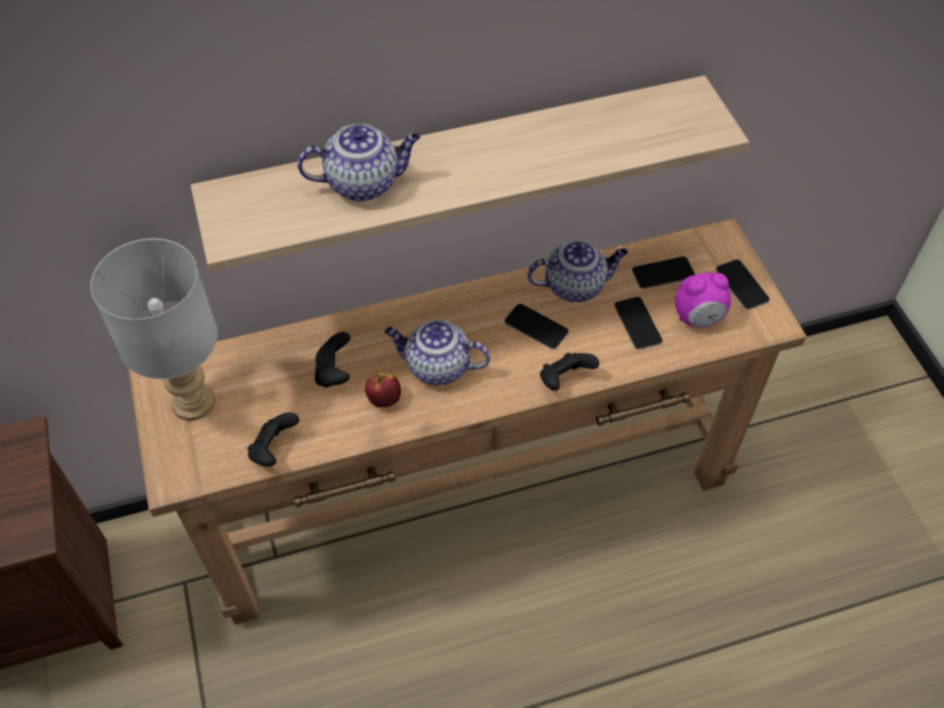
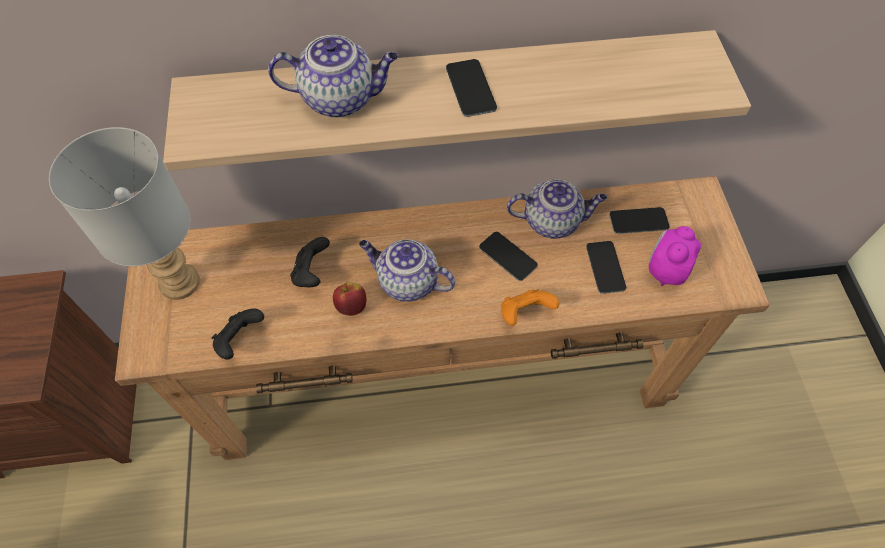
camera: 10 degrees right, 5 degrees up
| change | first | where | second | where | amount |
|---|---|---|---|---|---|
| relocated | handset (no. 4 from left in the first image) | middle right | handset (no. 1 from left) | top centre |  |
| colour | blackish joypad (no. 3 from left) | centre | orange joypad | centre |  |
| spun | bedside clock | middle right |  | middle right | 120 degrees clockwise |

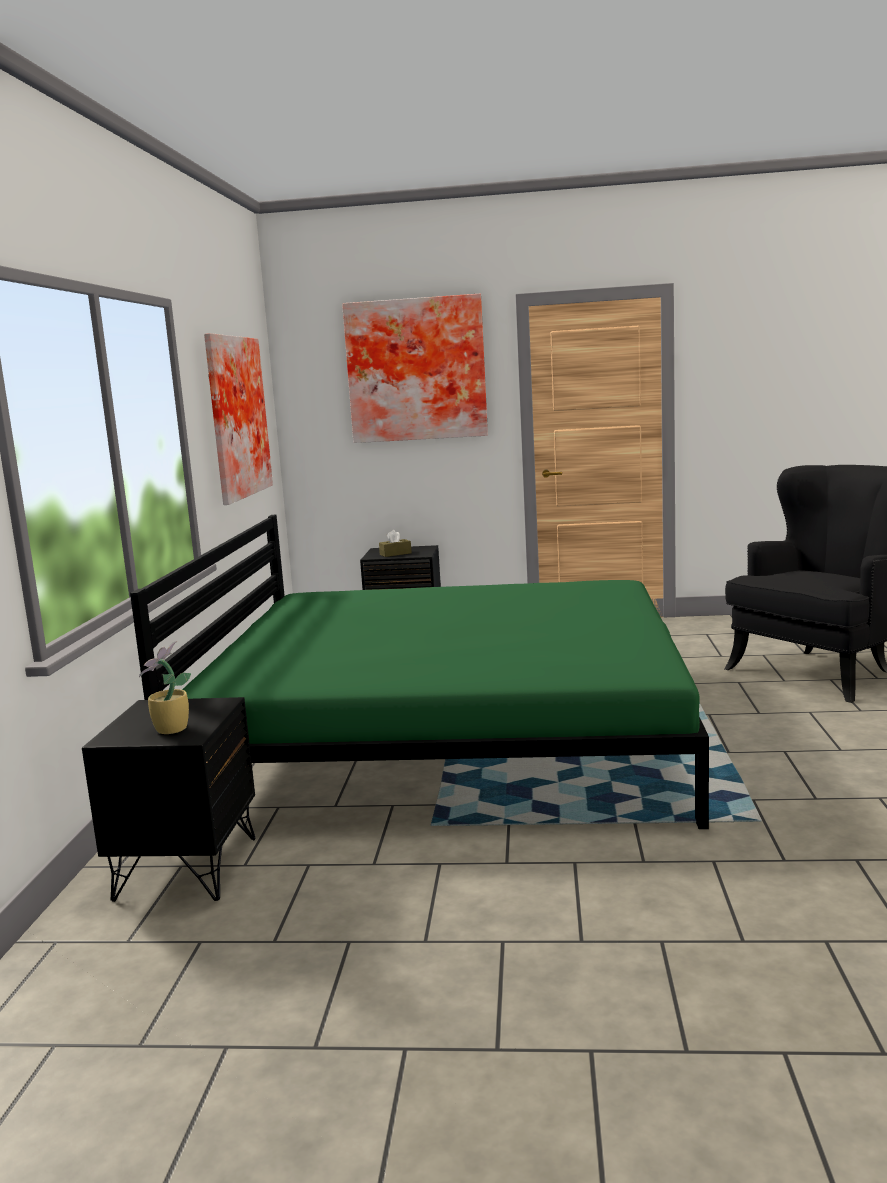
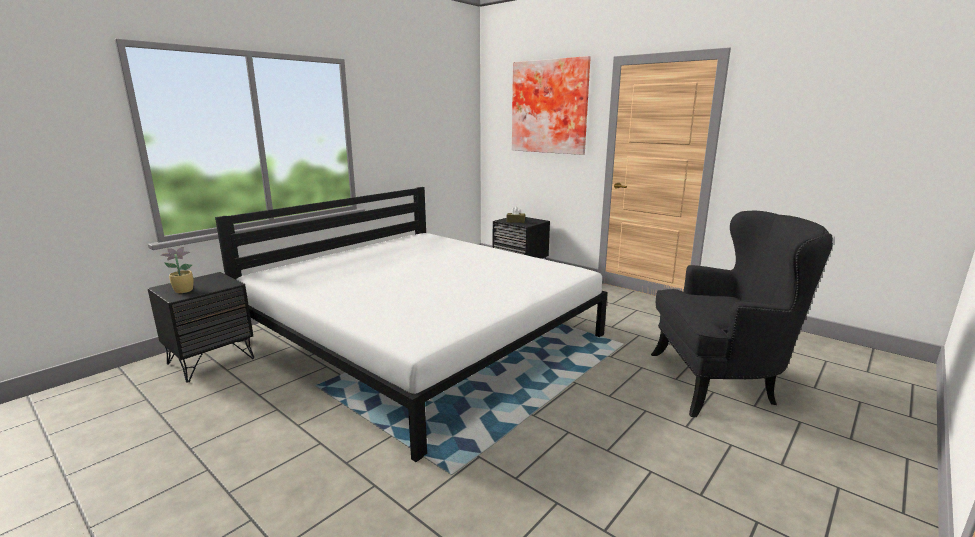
camera: 35 degrees right, 5 degrees up
| change | first | where | second | where | amount |
|---|---|---|---|---|---|
| colour | green bed | centre | white-coloured bed | centre |  |
| missing | picture (no. 1 from left) | middle left |  |  |  |

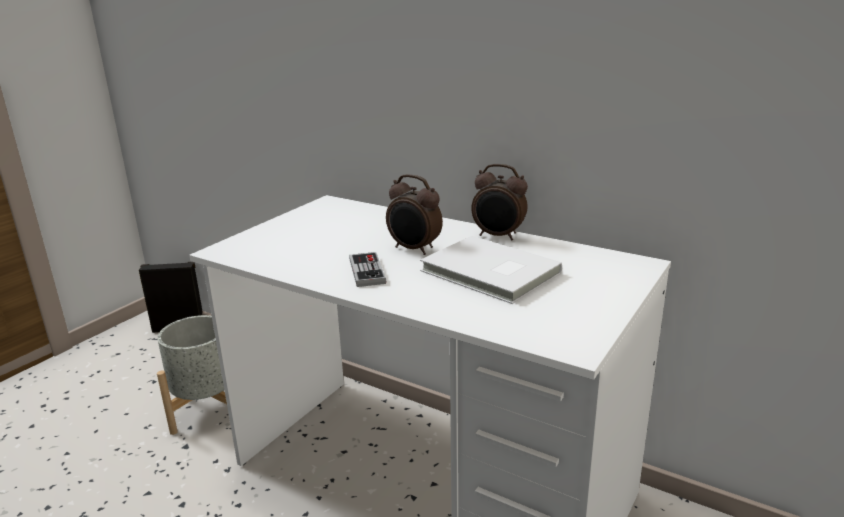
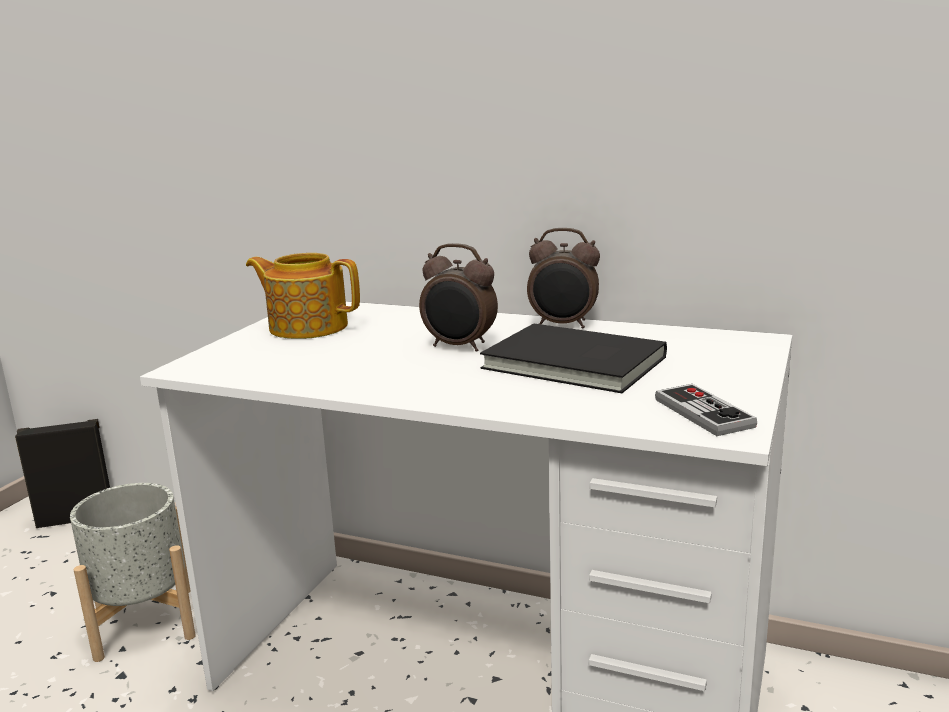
camera: 10 degrees left, 5 degrees down
| change | first | where | second | where | amount |
|---|---|---|---|---|---|
| appeared |  |  | teapot | middle left |  |
| colour | white-coloured book | centre | blackish book | centre |  |
| relocated | joypad | centre |  | middle right |  |

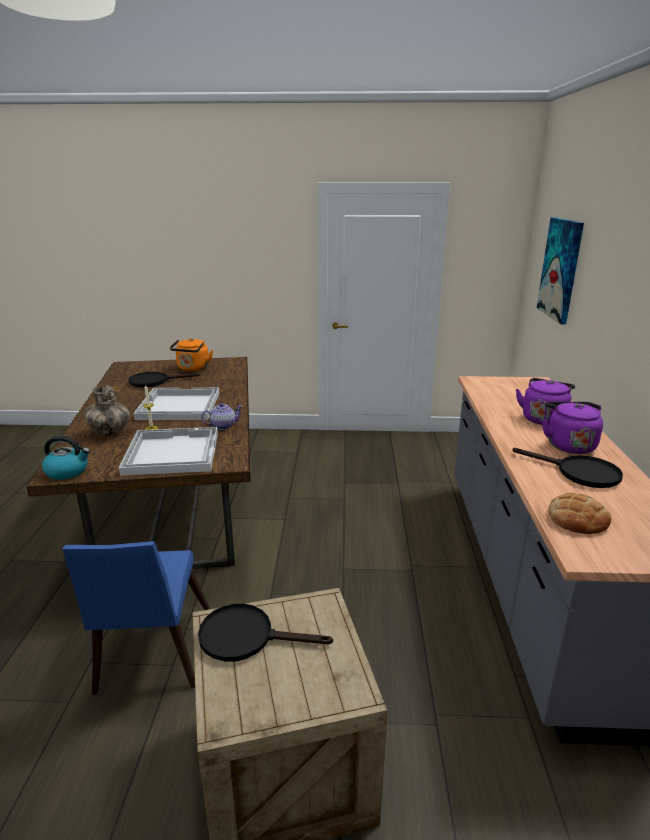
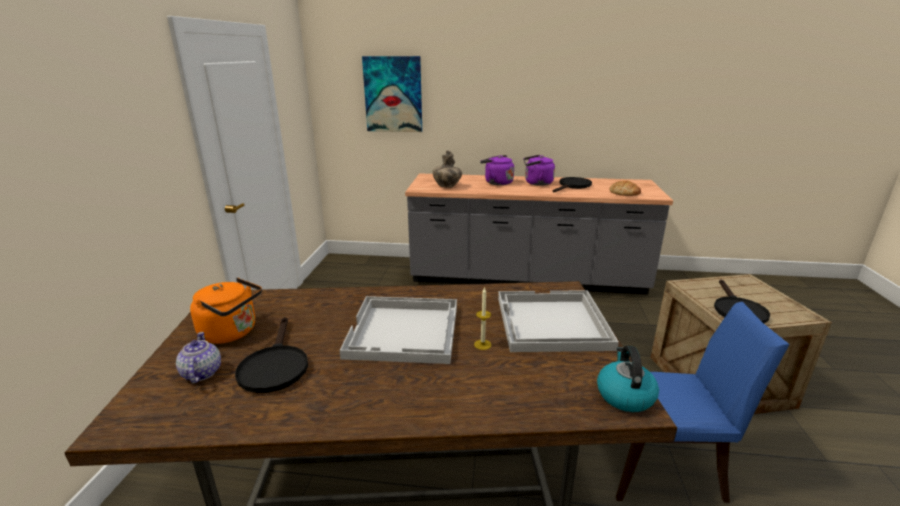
camera: 85 degrees left, 0 degrees up
| change | first | where | second | where | amount |
|---|---|---|---|---|---|
| relocated | teapot | centre |  | bottom left |  |
| relocated | flower vase | middle left |  | centre |  |

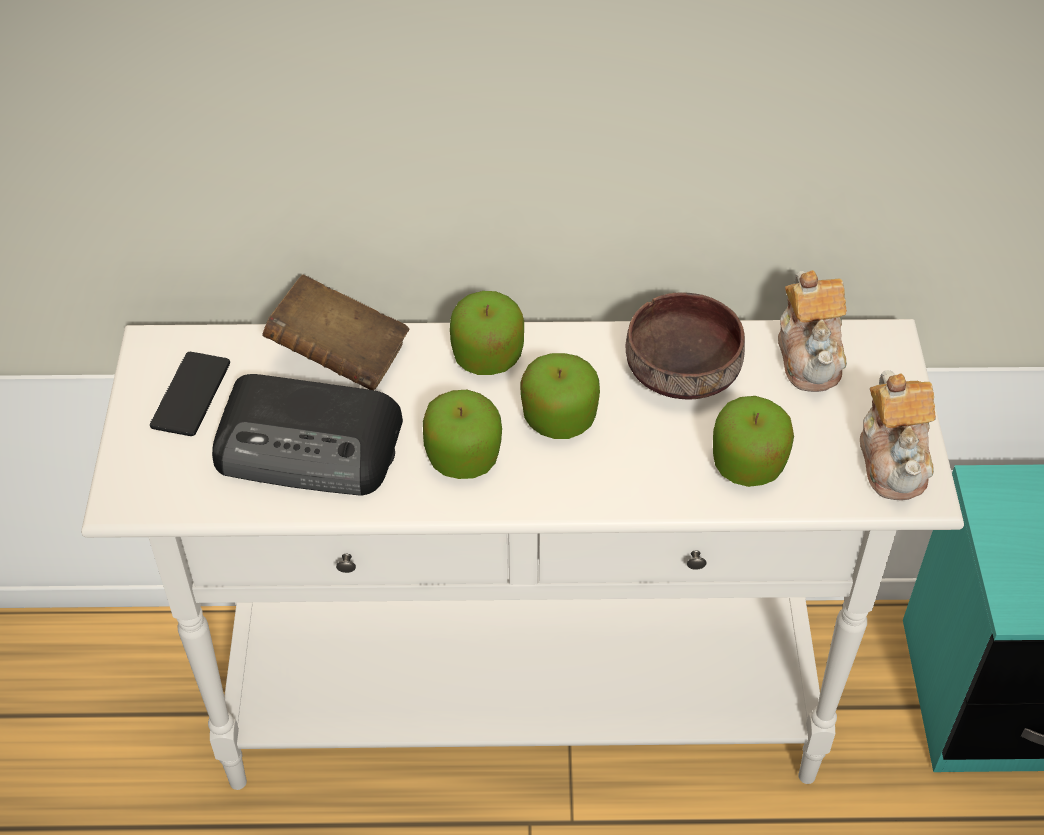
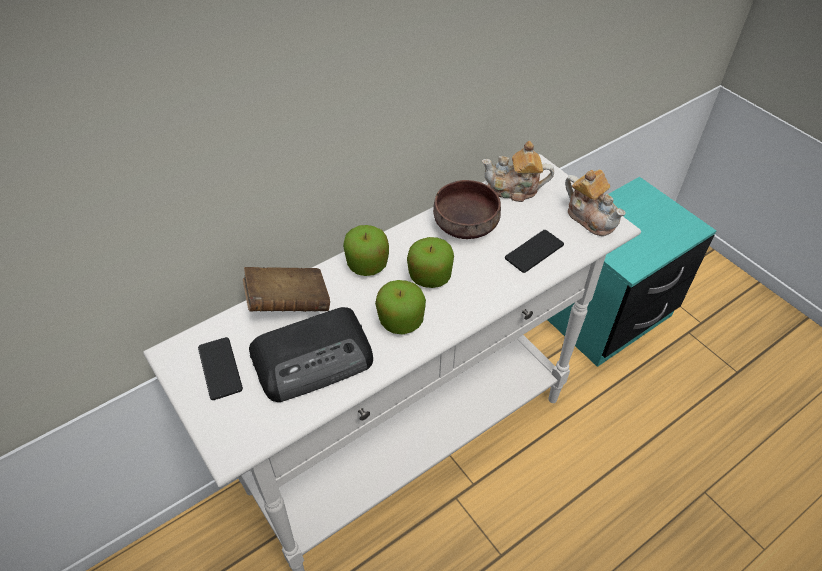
camera: 35 degrees left, 0 degrees up
| change | first | where | second | where | amount |
|---|---|---|---|---|---|
| spun | teapot (no. 1 from left) | middle right |  | top centre | 135 degrees clockwise |
| exchanged | apple (no. 4 from left) | middle right | handset (no. 2 from left) | centre |  |

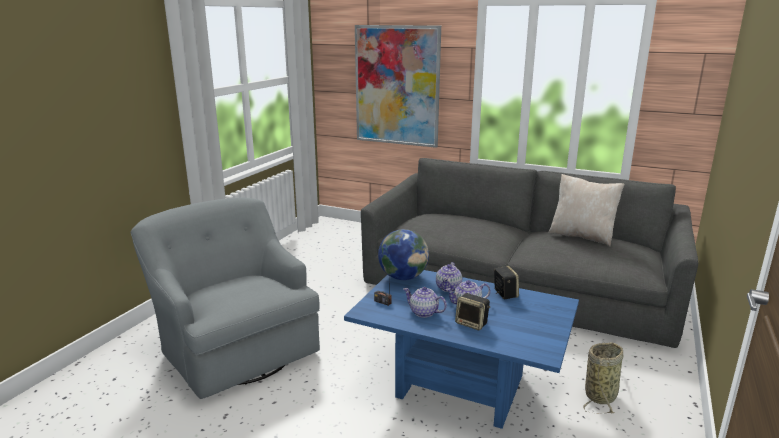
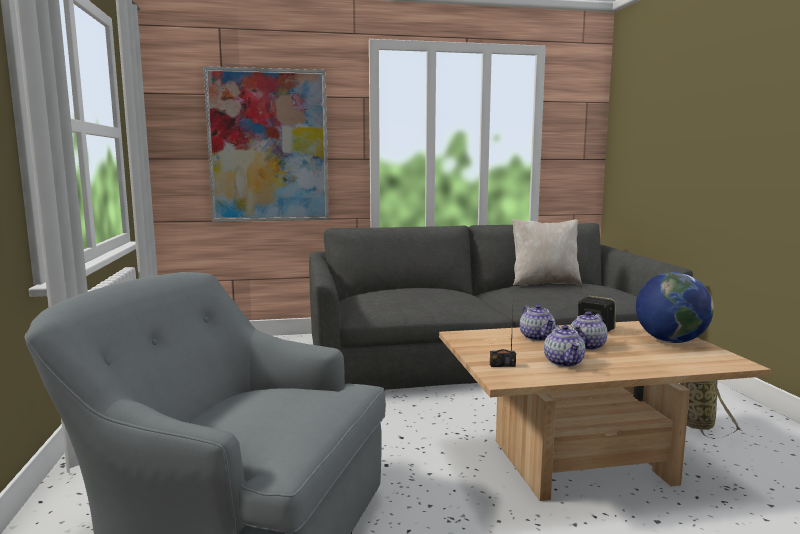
camera: 35 degrees left, 10 degrees down
| change | first | where | second | where | amount |
|---|---|---|---|---|---|
| colour | bluish coffee table | bottom centre | beige-coloured coffee table | bottom right |  |
| spun | teapot (no. 1 from left in the first image) | bottom centre | teapot (no. 2 from left) | middle right | 90 degrees counterclockwise |
| relocated | world globe | centre |  | middle right |  |
| missing | speaker (no. 1 from left) | bottom centre |  |  |  |

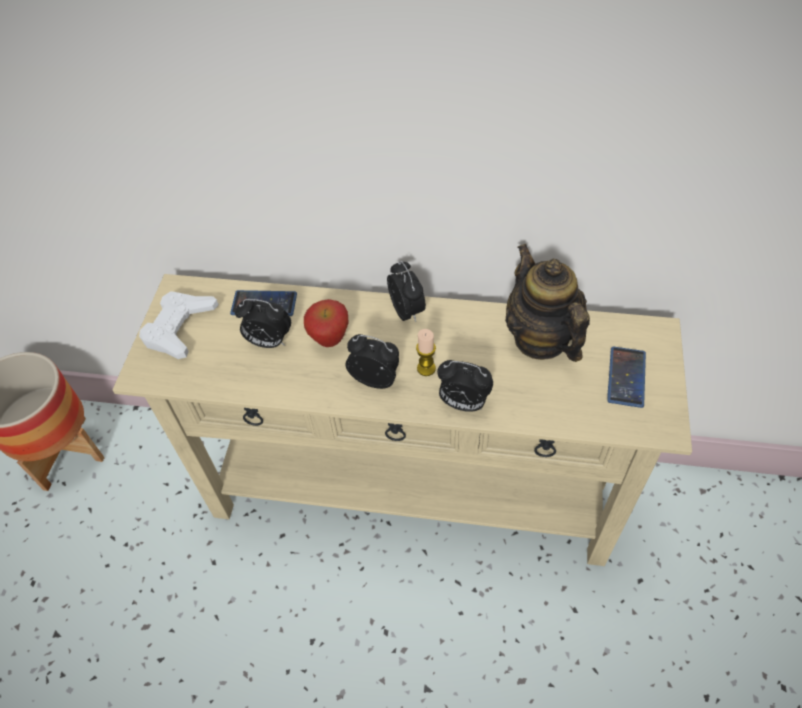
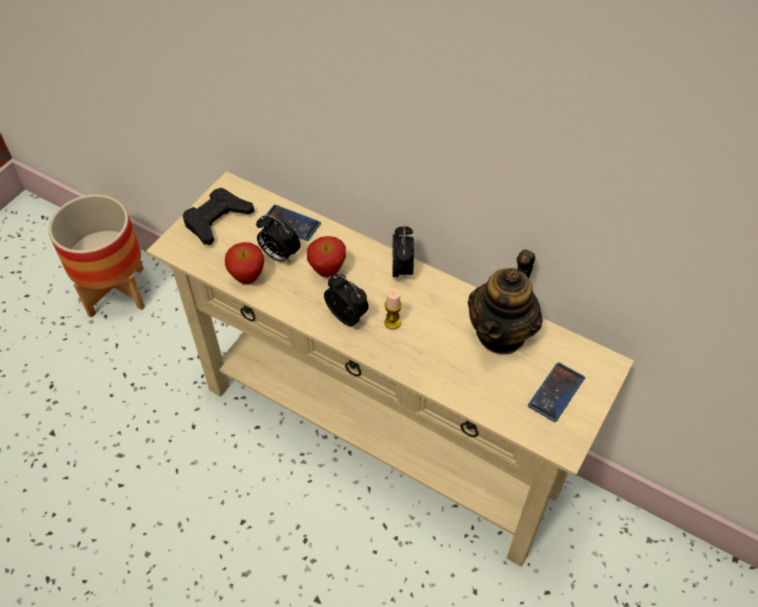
camera: 20 degrees right, 0 degrees up
| change | first | where | second | where | amount |
|---|---|---|---|---|---|
| colour | white-coloured joypad | middle left | blackish joypad | middle left |  |
| appeared |  |  | apple (no. 1 from left) | middle left |  |
| spun | teapot | middle right |  | centre | 150 degrees counterclockwise |
| missing | bedside clock (no. 4 from left) | centre |  |  |  |

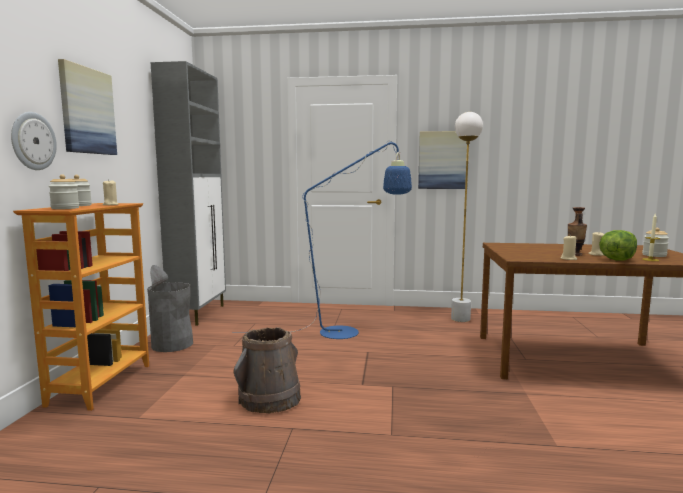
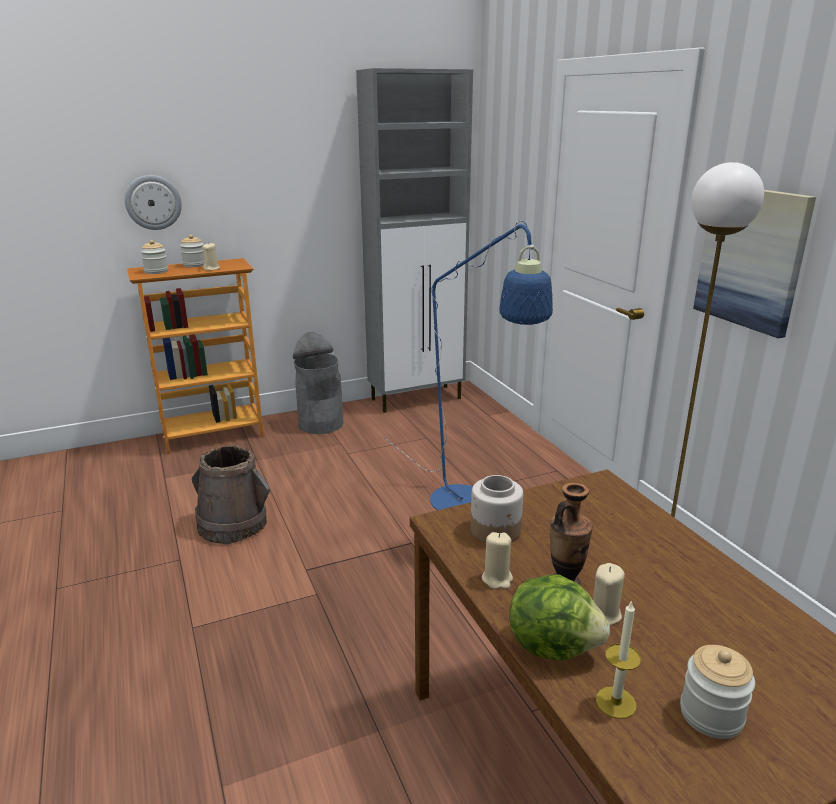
camera: 60 degrees right, 15 degrees up
| change | first | where | second | where | amount |
|---|---|---|---|---|---|
| appeared |  |  | preserve jar (no. 3 from left) | centre |  |
| missing | picture (no. 1 from left) | top left |  |  |  |

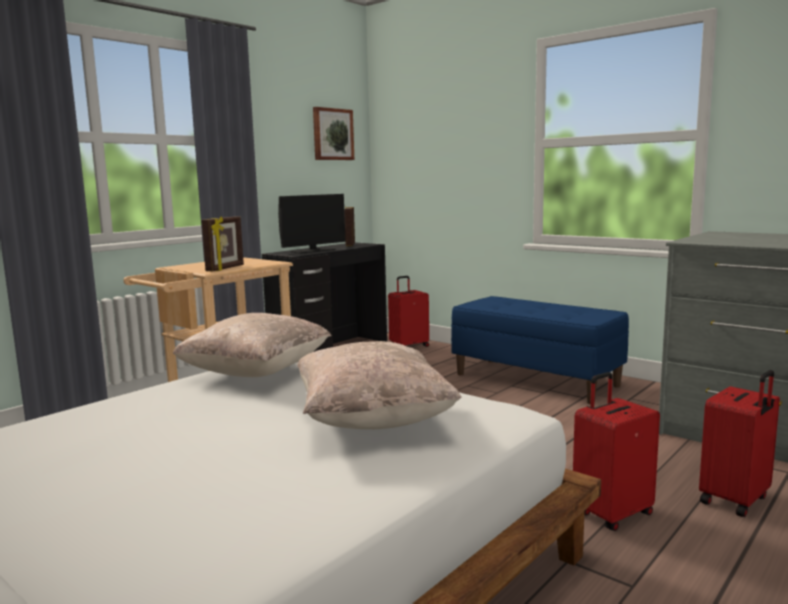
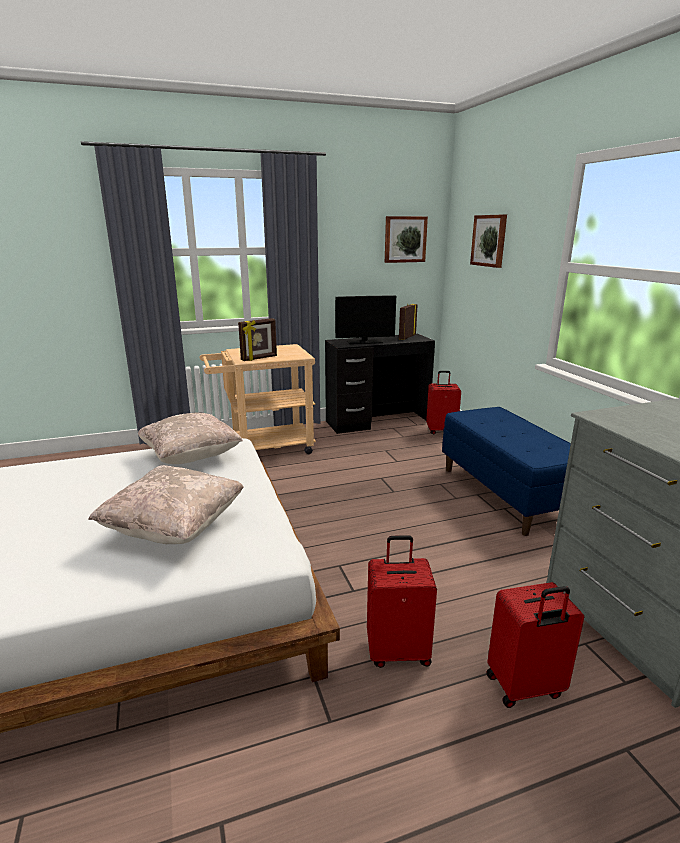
camera: 30 degrees right, 10 degrees up
| change | first | where | second | where | amount |
|---|---|---|---|---|---|
| appeared |  |  | picture (no. 2 from left) | top right |  |

